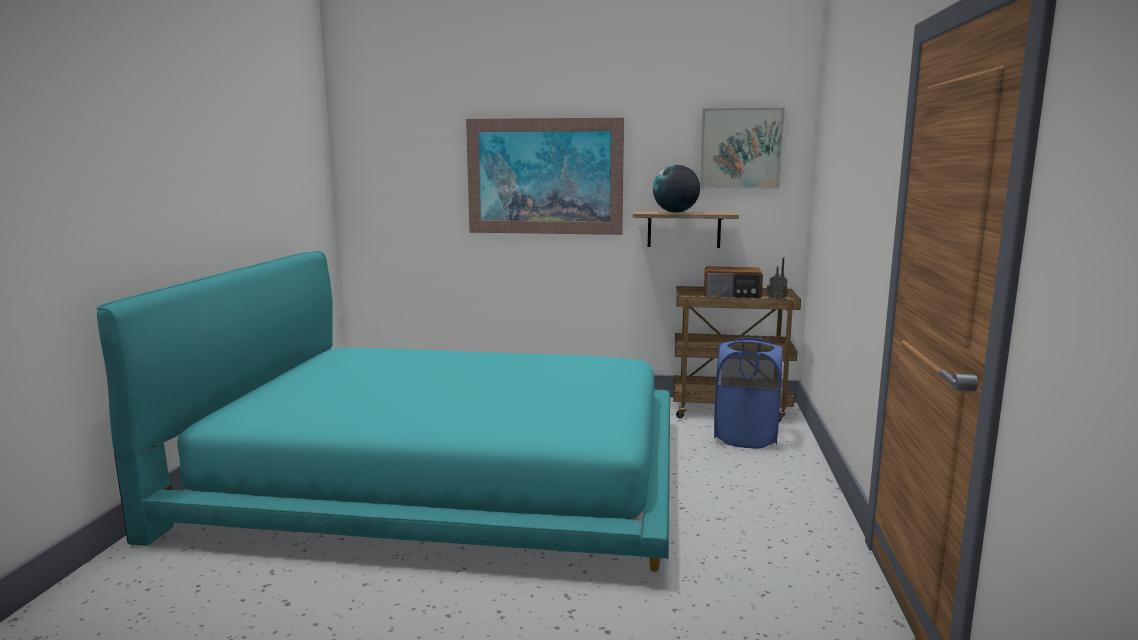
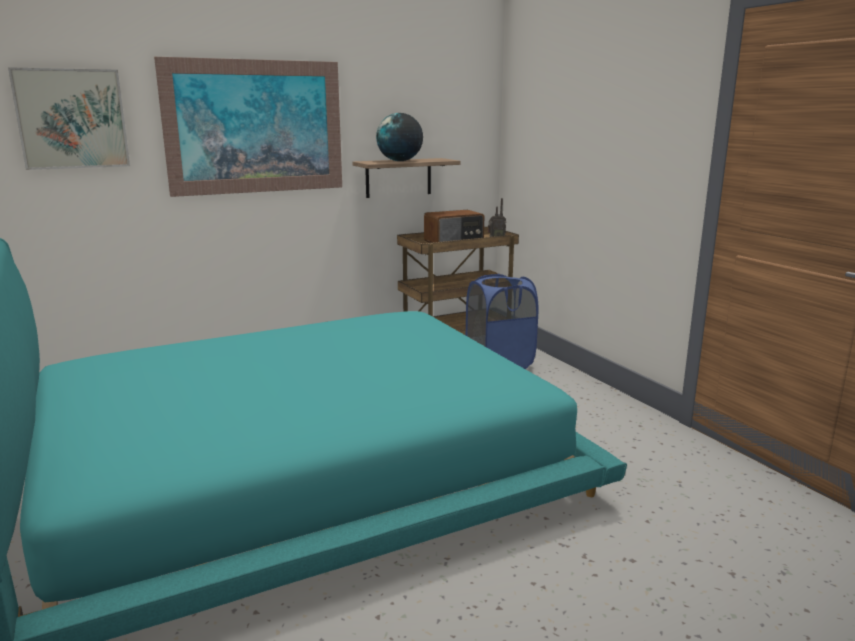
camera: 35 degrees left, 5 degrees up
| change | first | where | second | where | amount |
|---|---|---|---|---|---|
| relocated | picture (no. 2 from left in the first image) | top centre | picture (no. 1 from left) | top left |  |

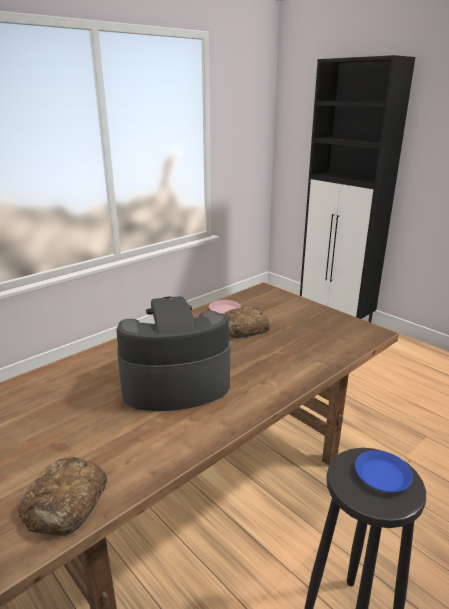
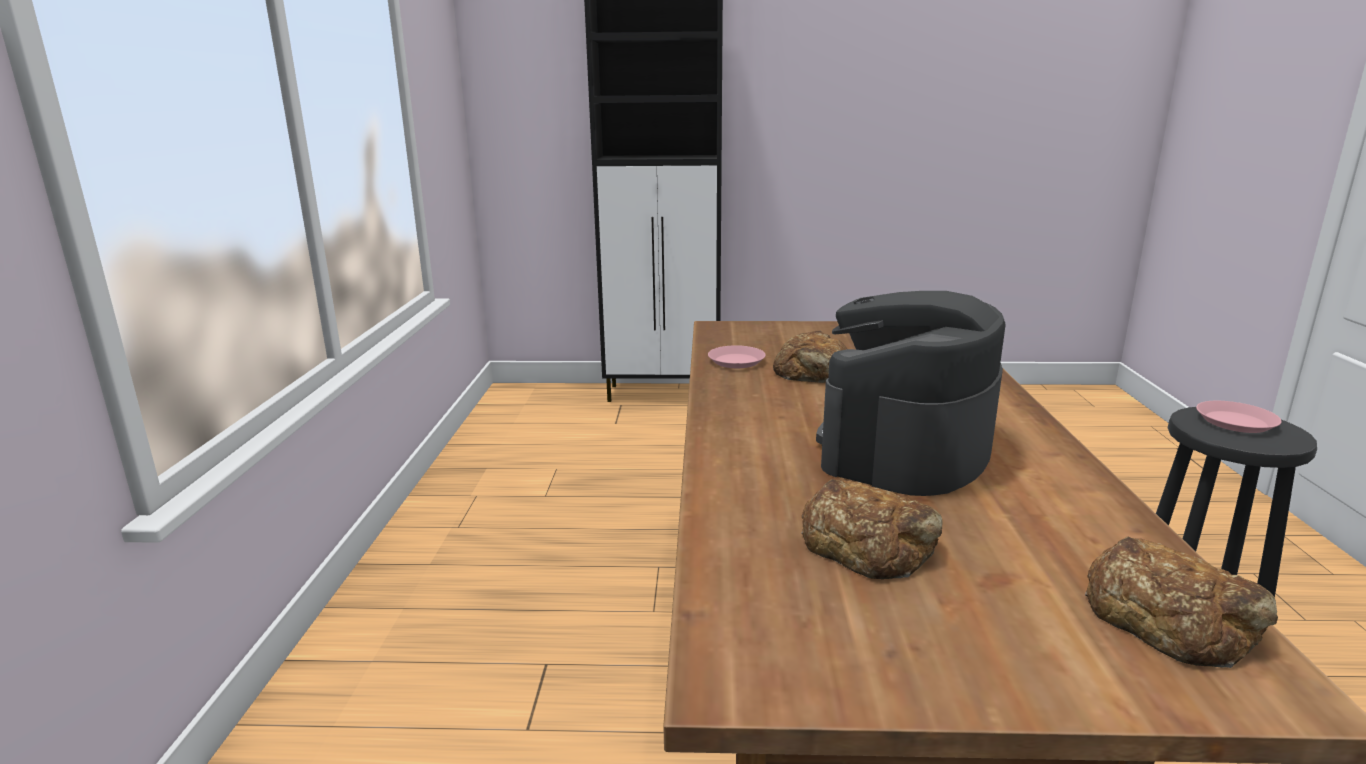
camera: 45 degrees left, 5 degrees down
| change | first | where | second | where | amount |
|---|---|---|---|---|---|
| appeared |  |  | baked bread (no. 2 from left) | bottom centre |  |
| colour | bluish flat dish | bottom right | pinkish flat dish (no. 2 from left) | middle right |  |

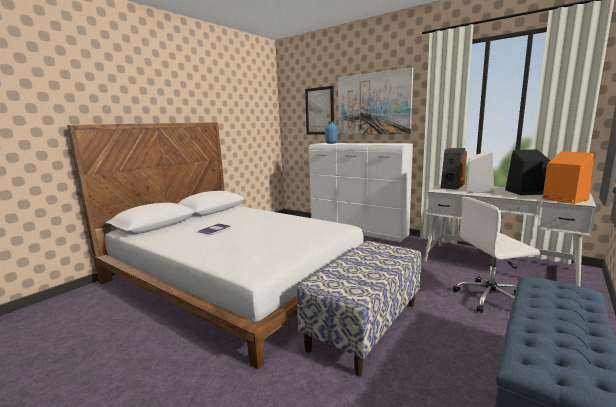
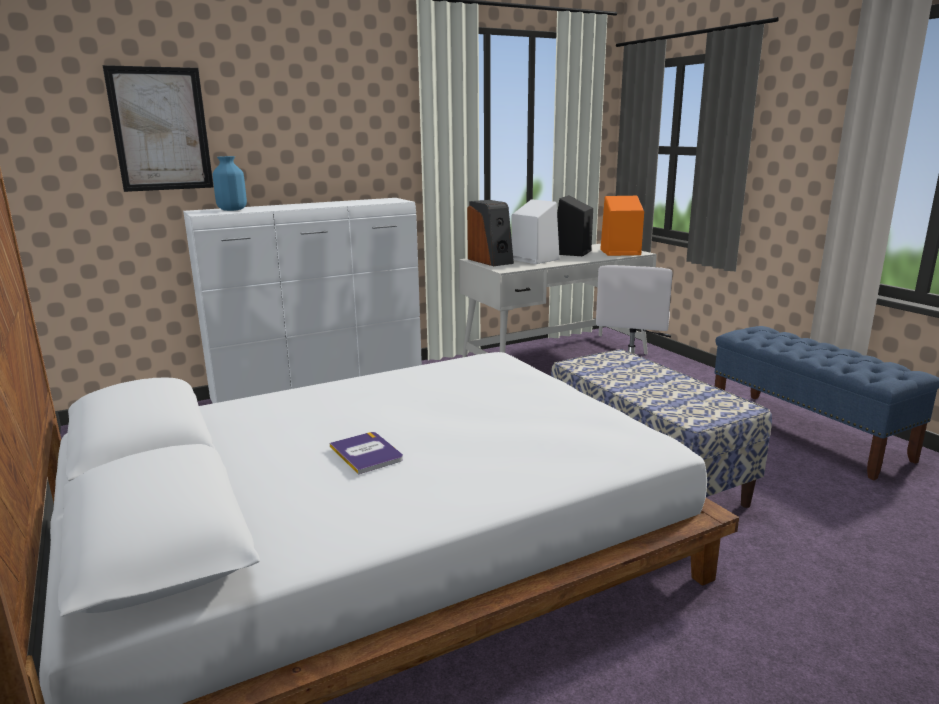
camera: 65 degrees left, 5 degrees up
| change | first | where | second | where | amount |
|---|---|---|---|---|---|
| missing | picture (no. 2 from left) | top centre |  |  |  |

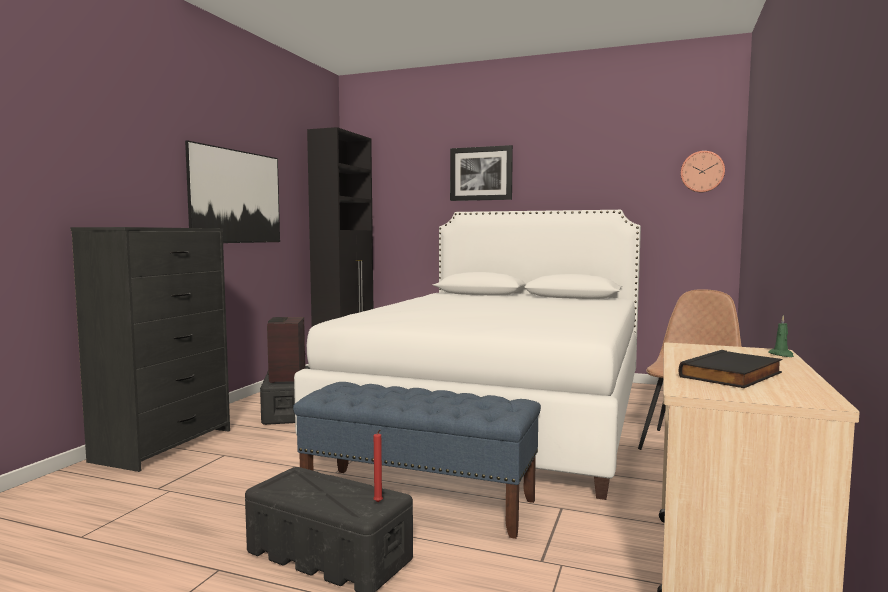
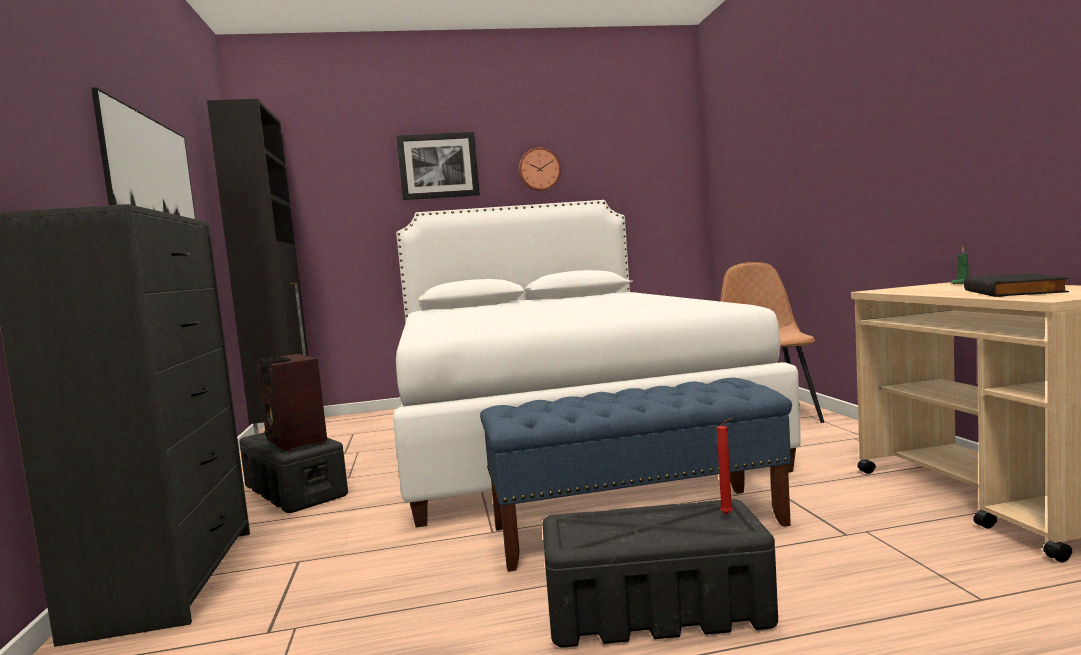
camera: 30 degrees left, 0 degrees up
| change | first | where | second | where | amount |
|---|---|---|---|---|---|
| relocated | hanging clock | top right |  | top centre |  |

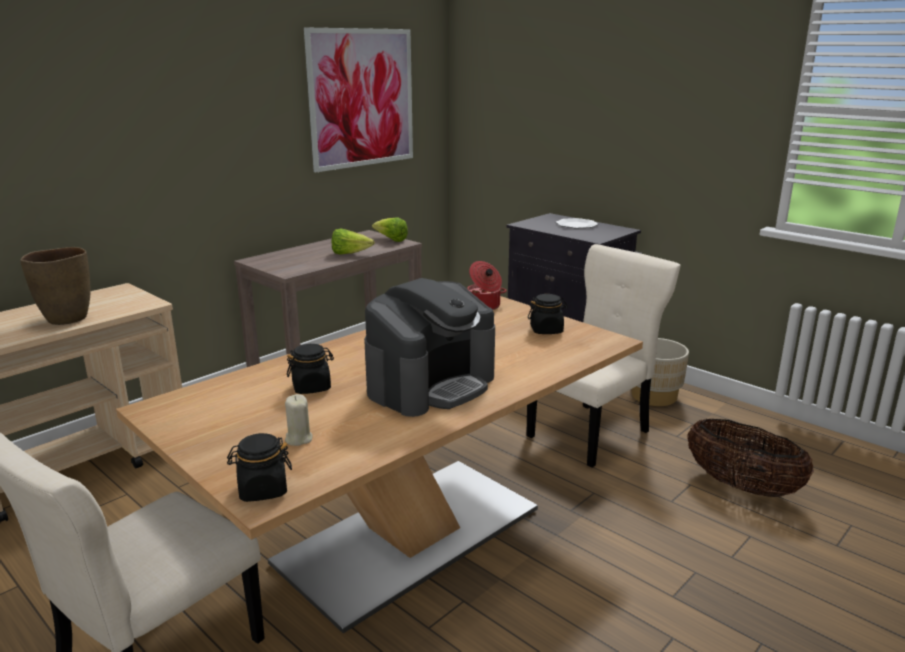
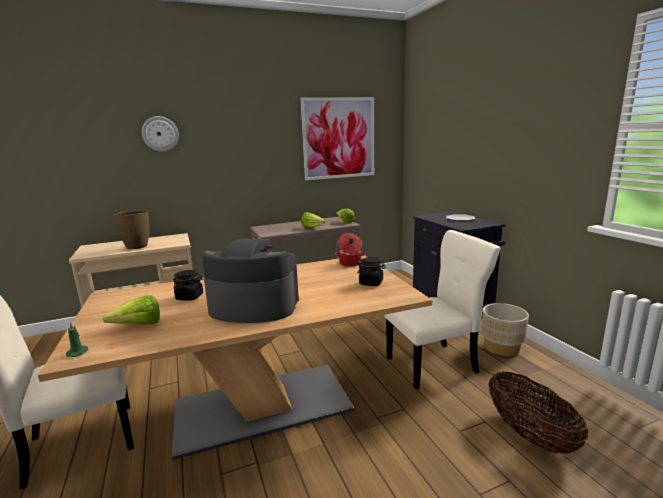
camera: 25 degrees right, 5 degrees down
| change | first | where | second | where | amount |
|---|---|---|---|---|---|
| exchanged | blackish preserve jar (no. 1 from left) | bottom left | green wax candle | bottom left |  |
| exchanged | beige-coloured wax candle | middle left | lettuce (no. 1 from left) | middle left |  |
| appeared |  |  | hanging clock | top left |  |
| spun | coffee brewer | centre |  | centre | 150 degrees counterclockwise |

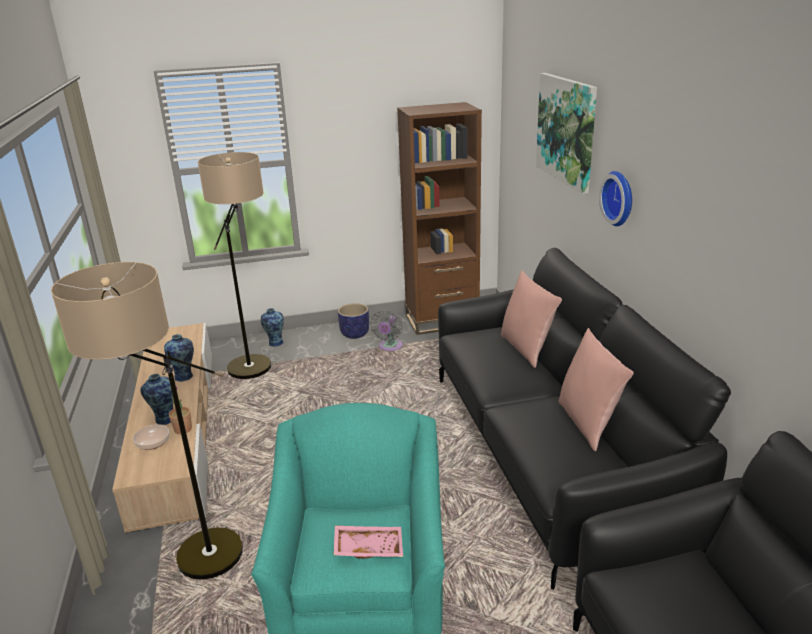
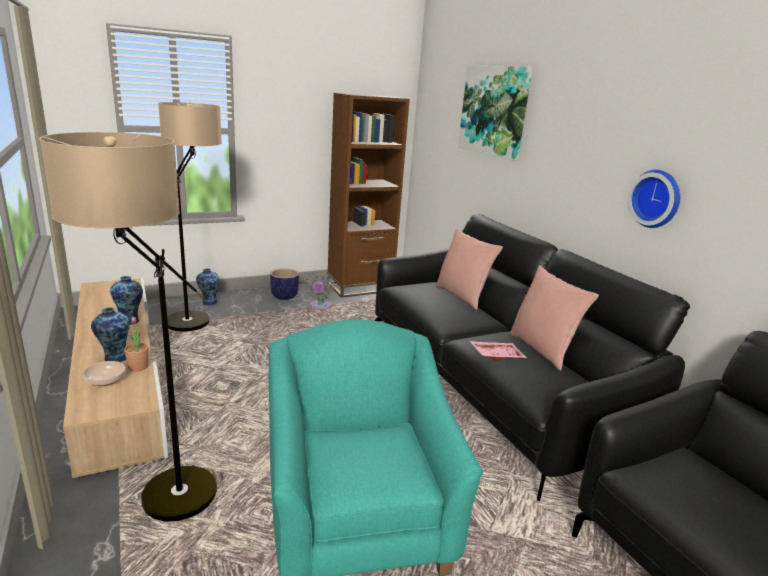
camera: 15 degrees left, 5 degrees down
| change | first | where | second | where | amount |
|---|---|---|---|---|---|
| relocated | pinkish carrying tray | bottom centre |  | centre |  |
| relocated | hanging clock | top right |  | middle right |  |

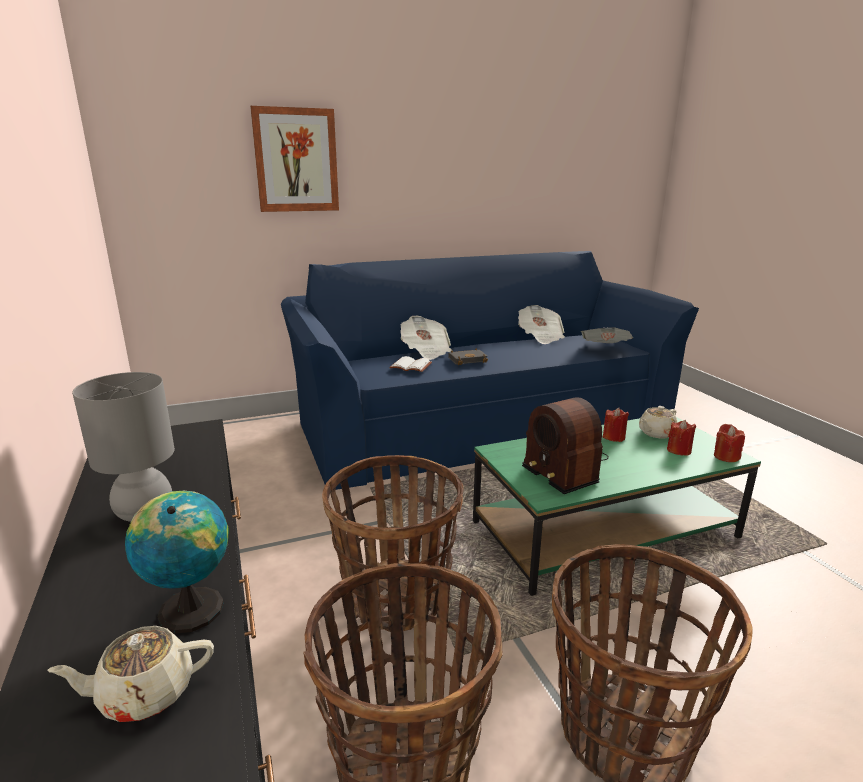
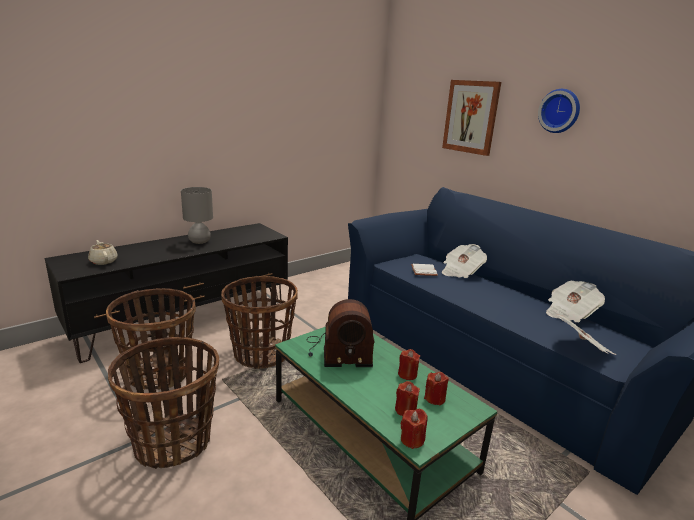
camera: 70 degrees right, 0 degrees up
| change | first | where | second | where | amount |
|---|---|---|---|---|---|
| spun | radio | centre |  | centre | 135 degrees counterclockwise |
| exchanged | beige-coloured teapot (no. 2 from left) | middle right | red-coloured wax candle (no. 4 from left) | bottom centre |  |
| appeared |  |  | hanging clock | top right |  |
| missing | world globe | bottom left |  |  |  |
| missing | blackish book | centre |  |  |  |

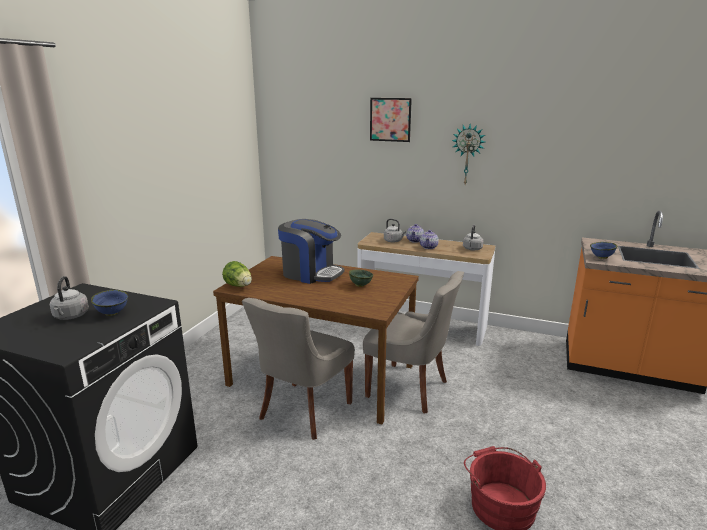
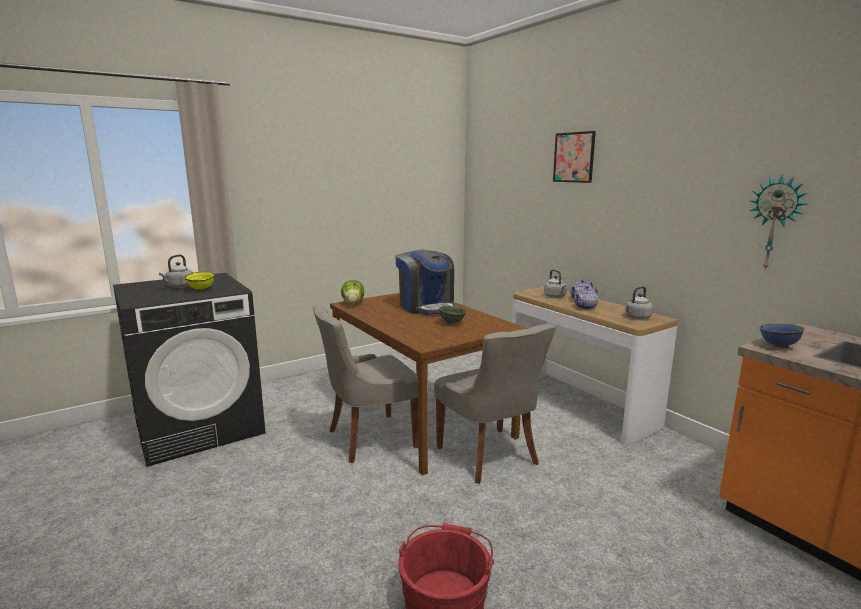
camera: 35 degrees right, 5 degrees down
| change | first | where | second | where | amount |
|---|---|---|---|---|---|
| colour | bluish serving bowl (no. 1 from left) | middle left | yellow serving bowl | middle left |  |
| relocated | hanging clock | top centre |  | middle right |  |

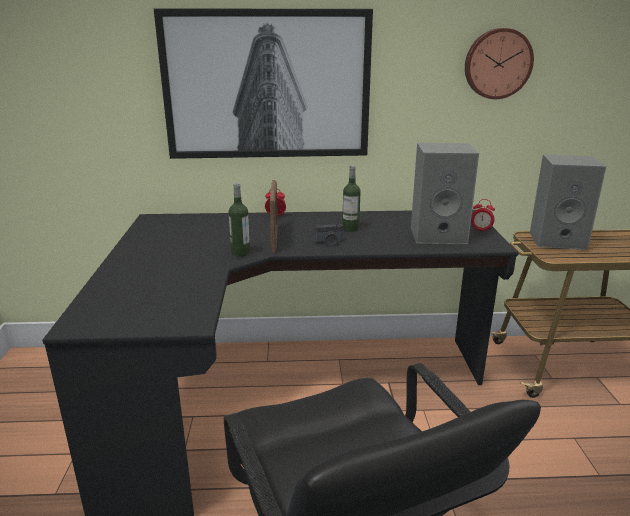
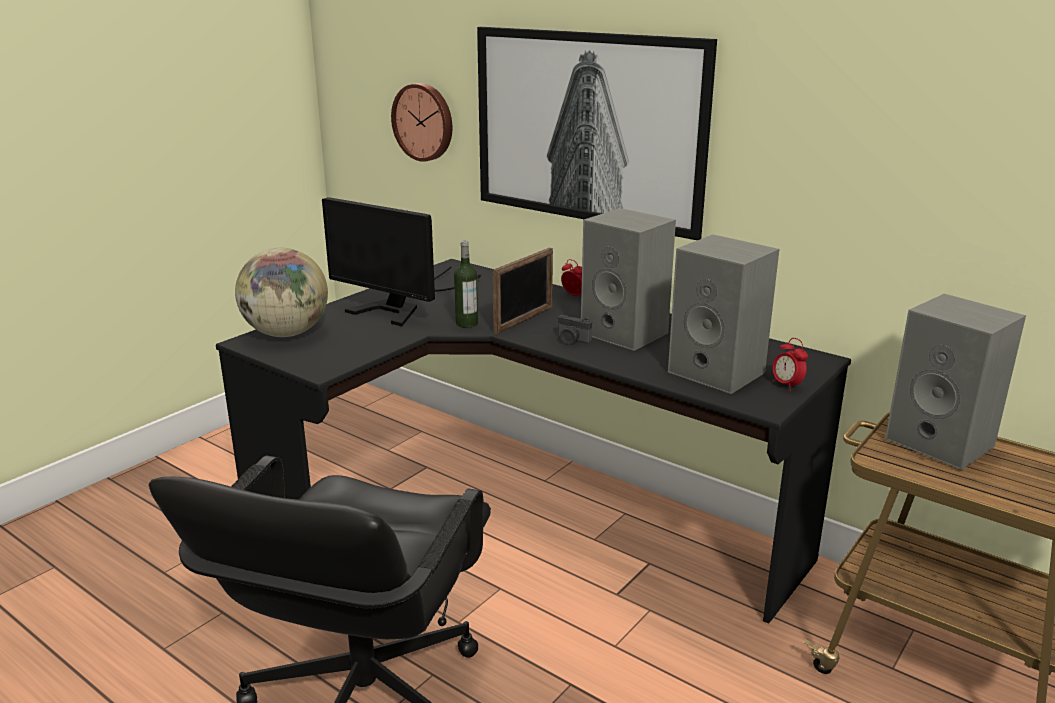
camera: 40 degrees right, 0 degrees up
| change | first | where | second | where | amount |
|---|---|---|---|---|---|
| appeared |  |  | world globe | middle left |  |
| appeared |  |  | computer display | centre |  |
| relocated | hanging clock | top right |  | top centre |  |
| exchanged | bottle (no. 2 from left) | centre | gray speaker (no. 1 from left) | centre |  |

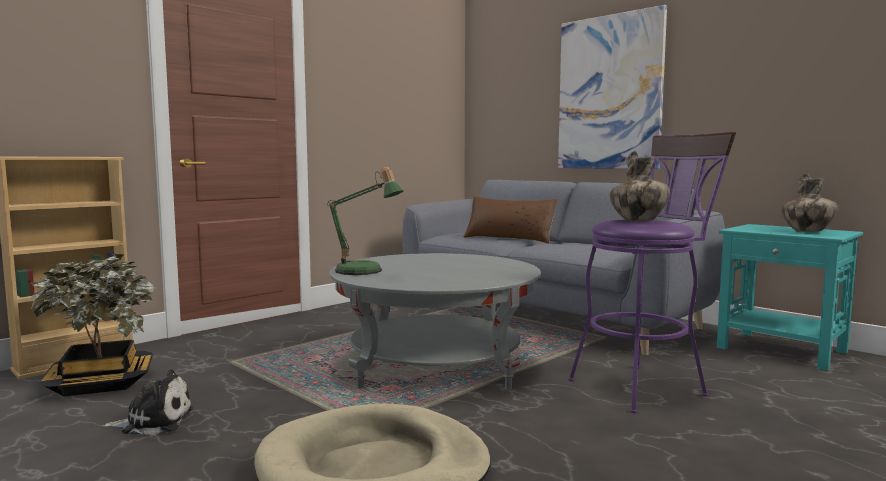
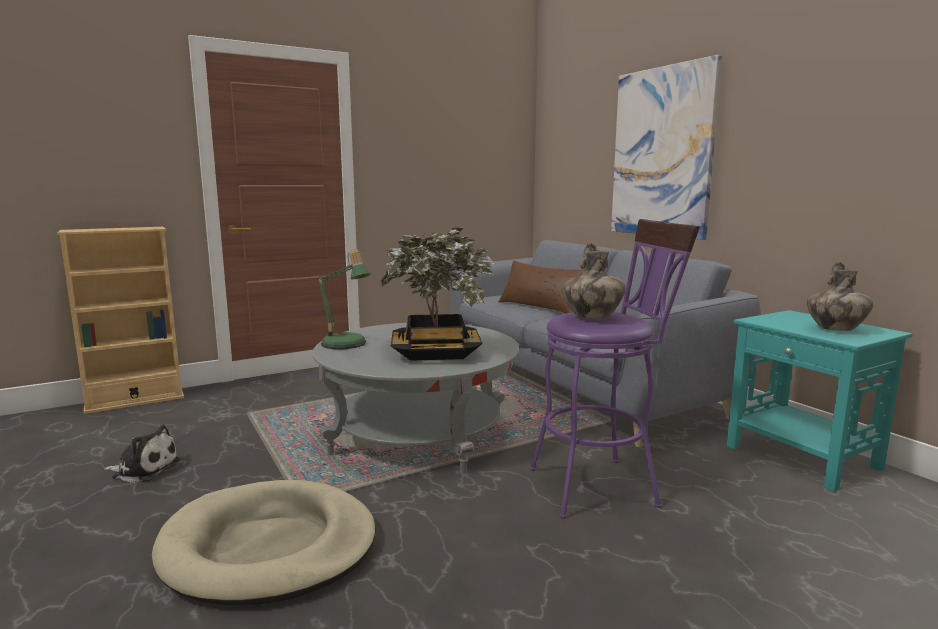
camera: 15 degrees right, 5 degrees up
| change | first | where | second | where | amount |
|---|---|---|---|---|---|
| relocated | plant in a pot | bottom left |  | centre |  |

